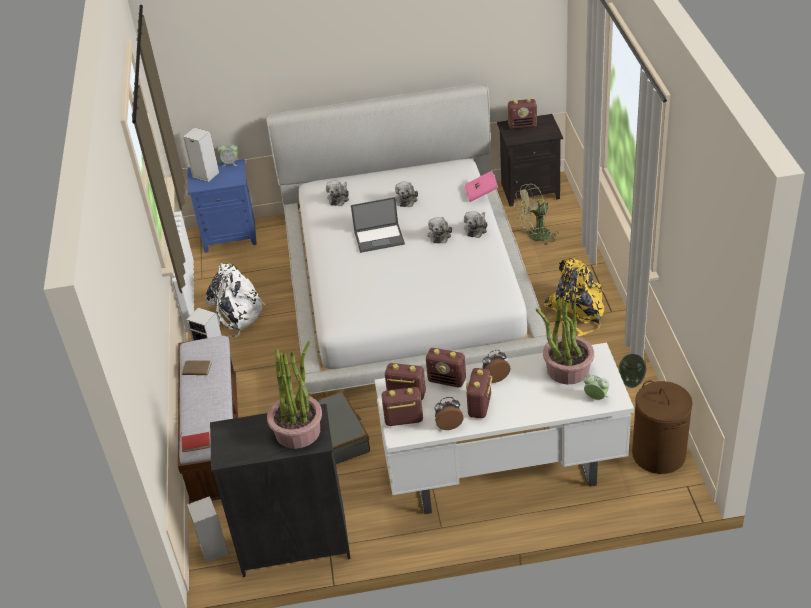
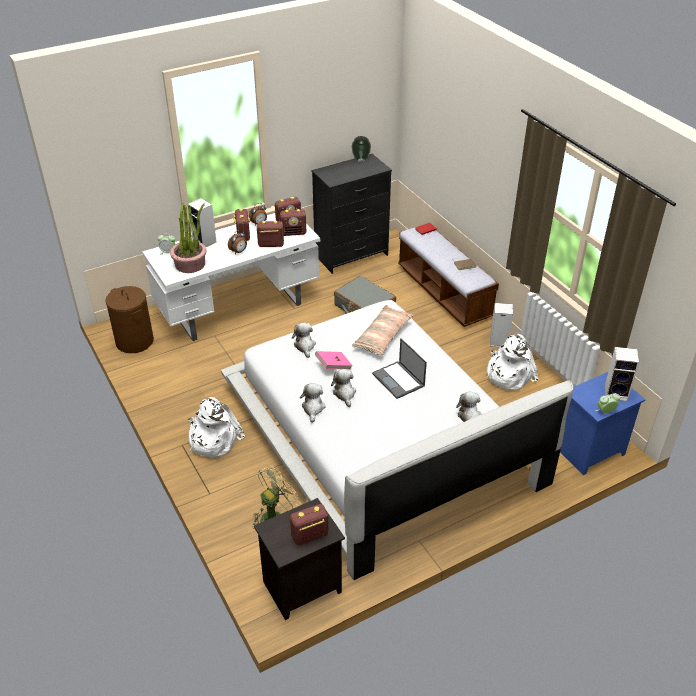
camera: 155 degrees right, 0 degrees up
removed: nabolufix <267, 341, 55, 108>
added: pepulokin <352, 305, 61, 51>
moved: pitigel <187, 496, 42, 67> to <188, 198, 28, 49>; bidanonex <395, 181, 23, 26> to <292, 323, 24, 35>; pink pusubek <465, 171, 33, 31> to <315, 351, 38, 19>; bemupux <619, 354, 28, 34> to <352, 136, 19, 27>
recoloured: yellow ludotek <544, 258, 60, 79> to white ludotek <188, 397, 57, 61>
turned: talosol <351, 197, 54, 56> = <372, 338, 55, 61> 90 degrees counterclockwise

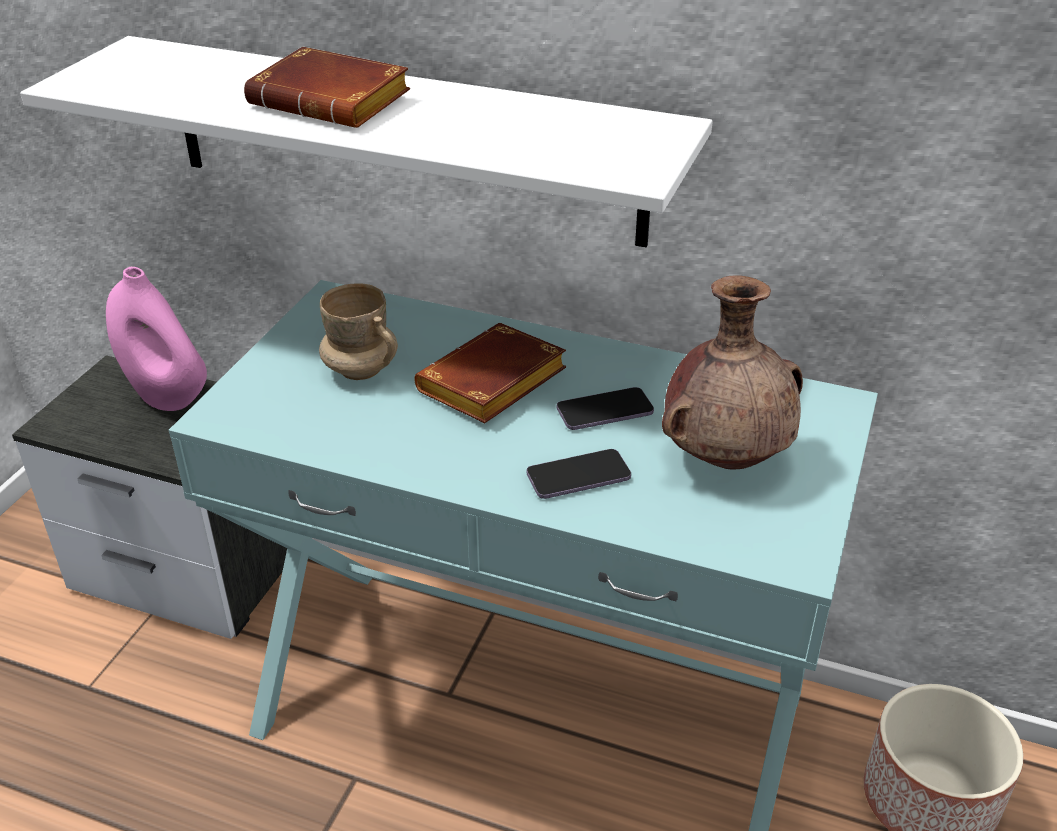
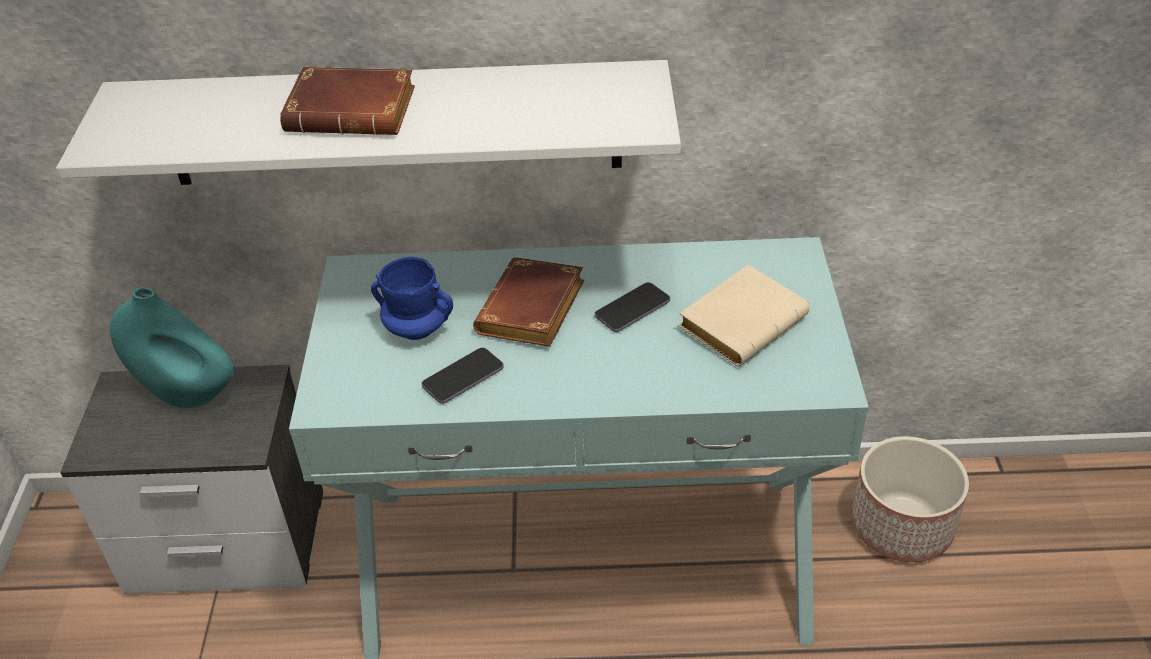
camera: 20 degrees left, 5 degrees up
moved: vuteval <527, 449, 104, 50> to <421, 347, 83, 57>
replaced: brown bemupux <662, 275, 141, 194> to beige pusubek <678, 264, 132, 103>
recoloured: pink bemupux <106, 267, 101, 144> to turquoise bemupux <110, 287, 124, 121>; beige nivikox <319, 283, 79, 97> to blue nivikox <371, 257, 82, 83>

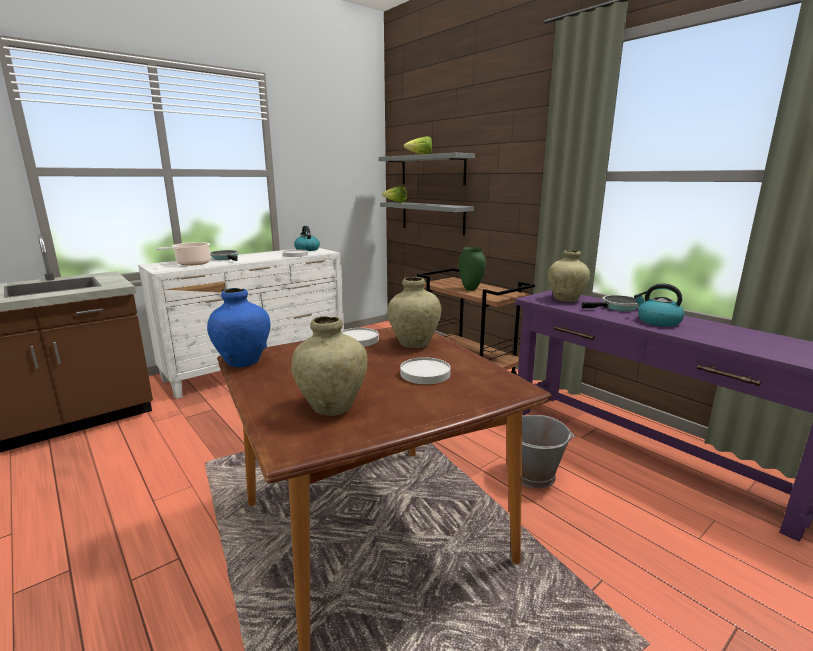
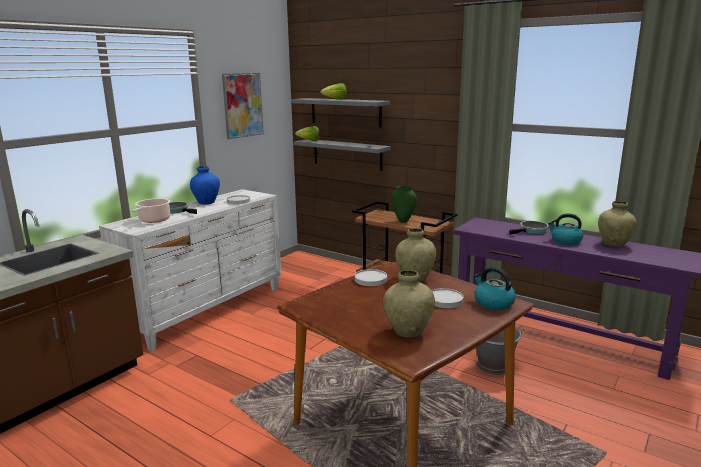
camera: 15 degrees left, 0 degrees up
added: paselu <222, 73, 42, 66>
moved: blue bemupux <207, 288, 63, 79> to <190, 166, 30, 38>; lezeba <294, 226, 26, 25> to <473, 267, 43, 43>; beige bemupux <548, 250, 42, 52> to <598, 201, 39, 46>

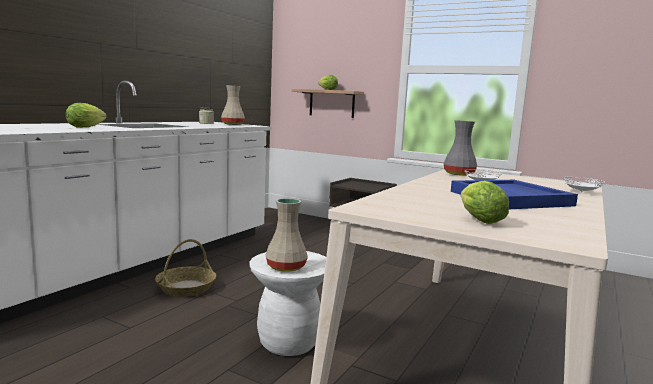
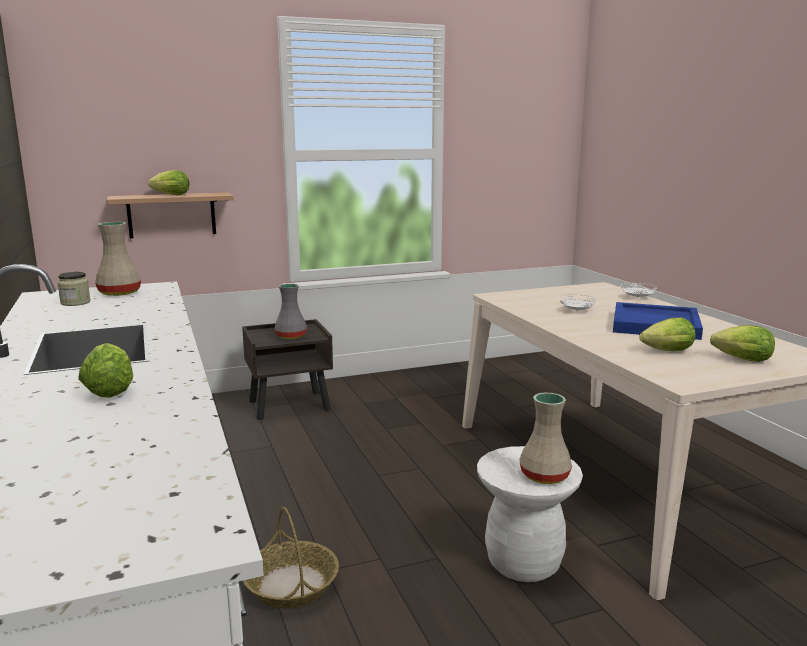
camera: 50 degrees left, 5 degrees up
added: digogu <639, 317, 57, 34>
moved: grey bemupux <444, 120, 33, 56> to <274, 284, 33, 55>

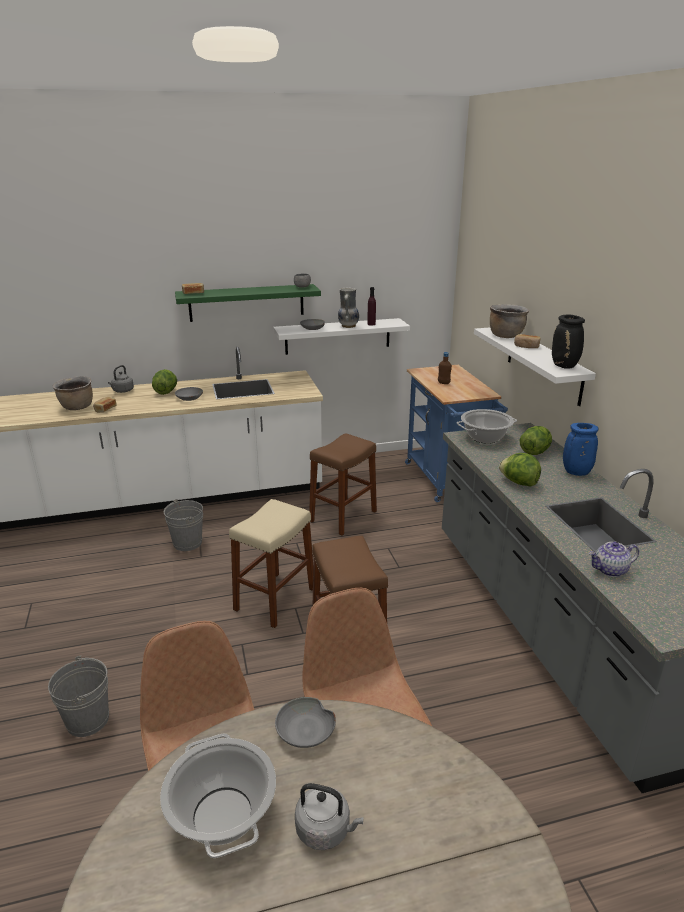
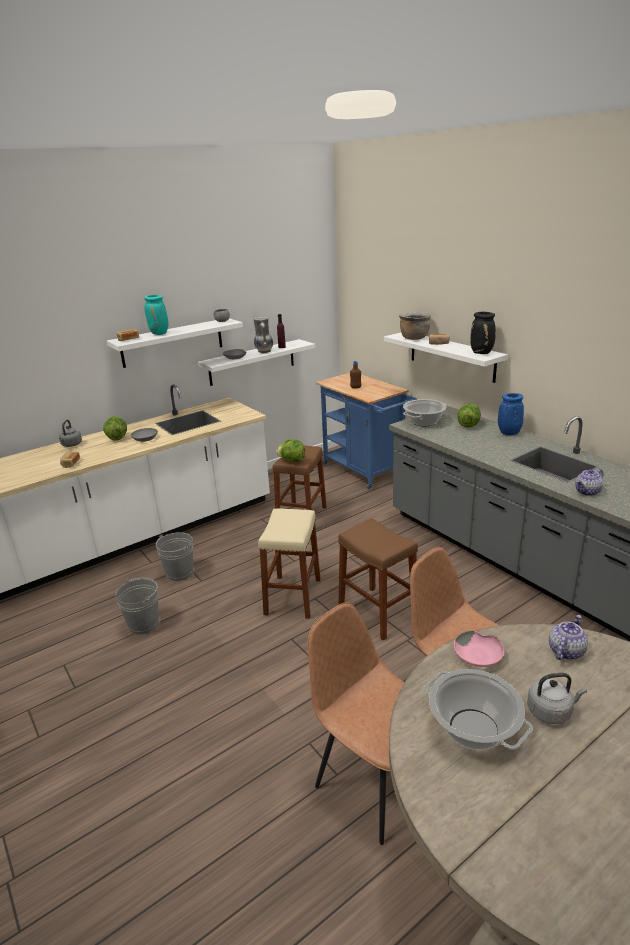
camera: 20 degrees left, 0 degrees up
removed: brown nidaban <53, 376, 40, 34>
added: turquoise bemupux <144, 295, 24, 40>; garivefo <549, 615, 39, 45>
moved: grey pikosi <48, 656, 61, 81> to <115, 578, 44, 57>; digogu <499, 453, 42, 34> to <276, 439, 29, 23>
recoloured: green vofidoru <175, 284, 146, 38> to white vofidoru <107, 318, 136, 50>; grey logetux <275, 697, 61, 51> to pink logetux <454, 630, 50, 37>

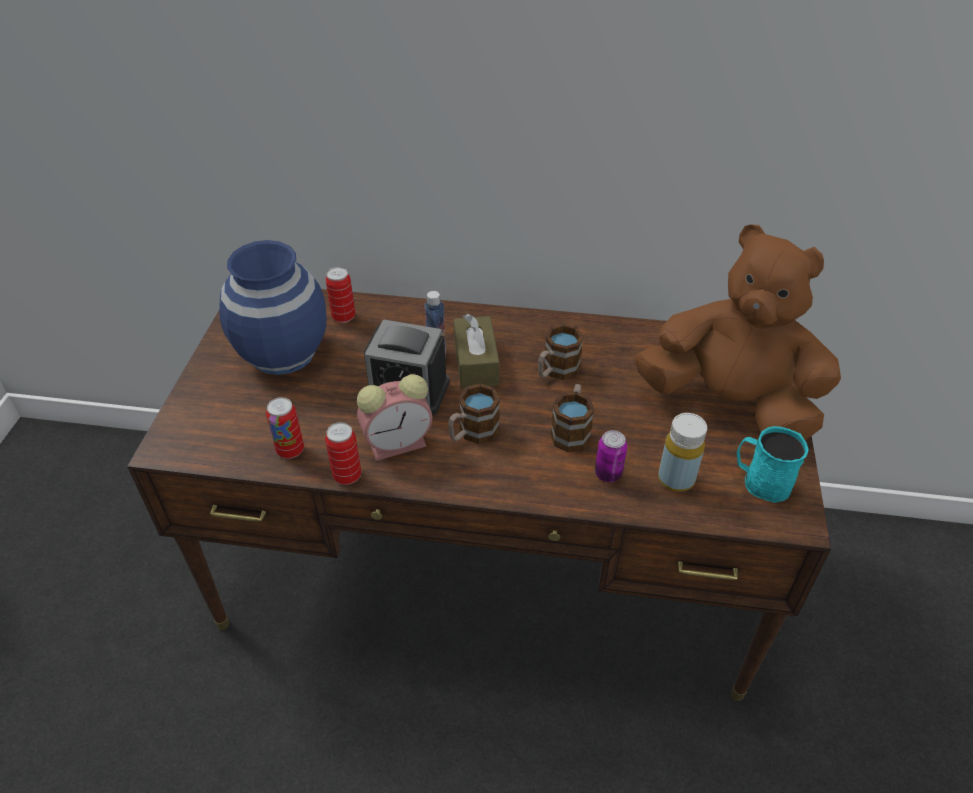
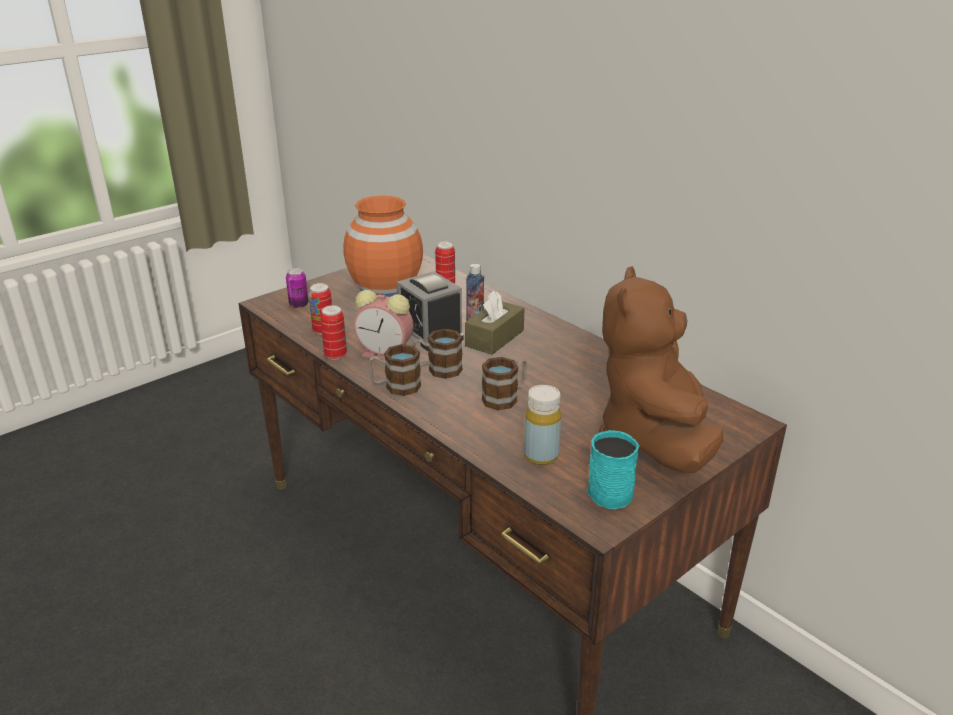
camera: 40 degrees right, 15 degrees down
moved: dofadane <595, 430, 32, 52> to <286, 268, 23, 40>; nivikox <538, 324, 46, 56> to <368, 344, 53, 52>
recoloured: blue bemupux <219, 240, 108, 135> to orange bemupux <343, 195, 80, 102>
turned: brown bidanonex <635, 225, 206, 215> = <599, 266, 124, 207> 150 degrees counterclockwise

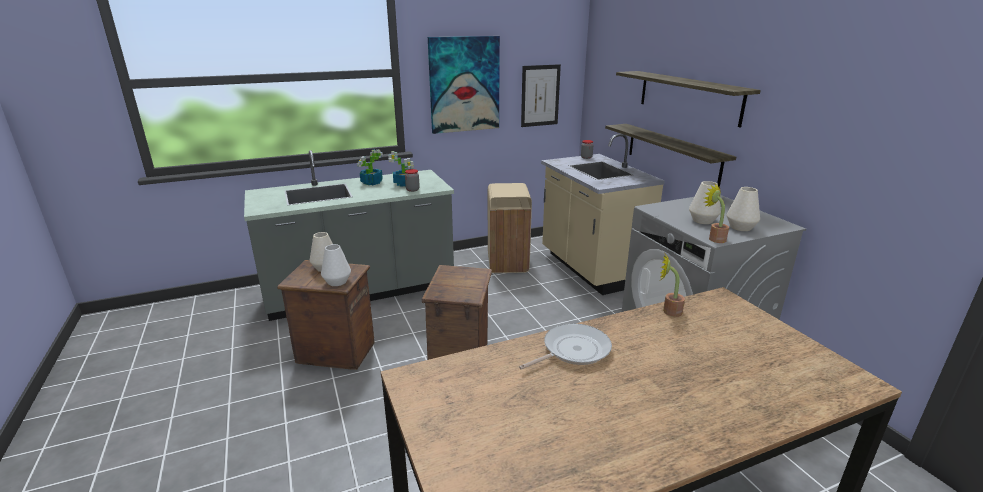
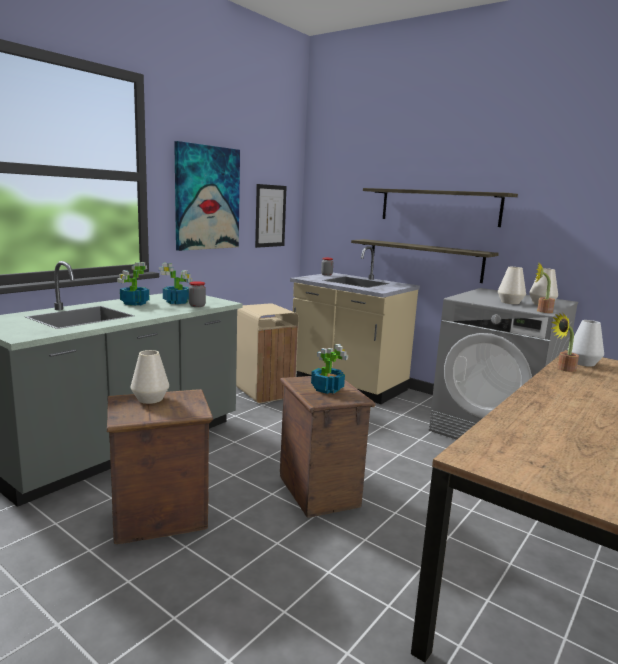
camera: 30 degrees left, 10 degrees down
removed: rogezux <519, 323, 93, 46>
added: nabolufix <311, 344, 37, 50>
moved: white bemupux <321, 244, 30, 42> to <568, 320, 36, 47>

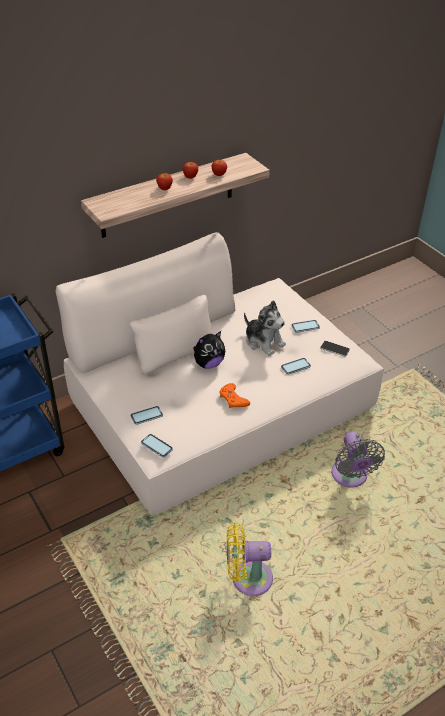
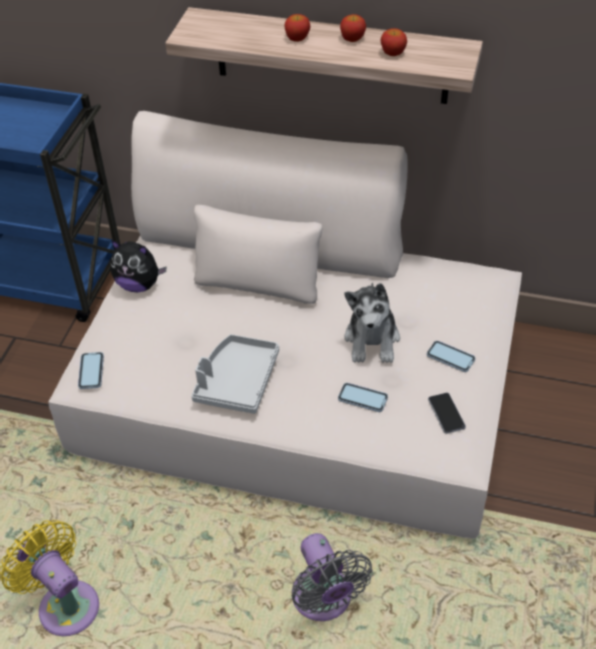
camera: 50 degrees right, 5 degrees up
removed: vuteval <131, 406, 32, 19>
moved: bidanonex <193, 331, 32, 38> to <110, 240, 56, 52>
replaced: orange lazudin <219, 383, 31, 25> to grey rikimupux <191, 334, 88, 80>
turned: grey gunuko <331, 431, 54, 57> = <291, 533, 82, 88> 60 degrees counterclockwise

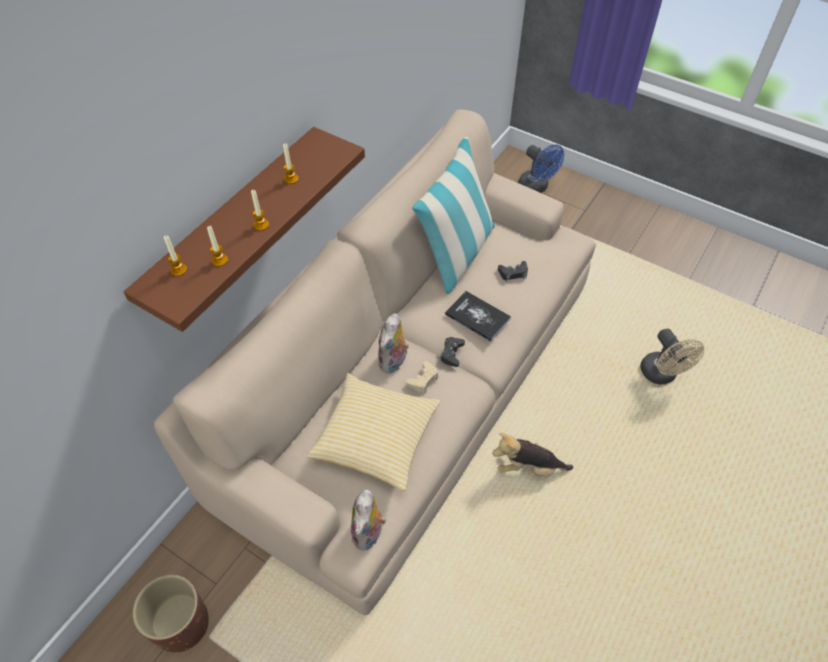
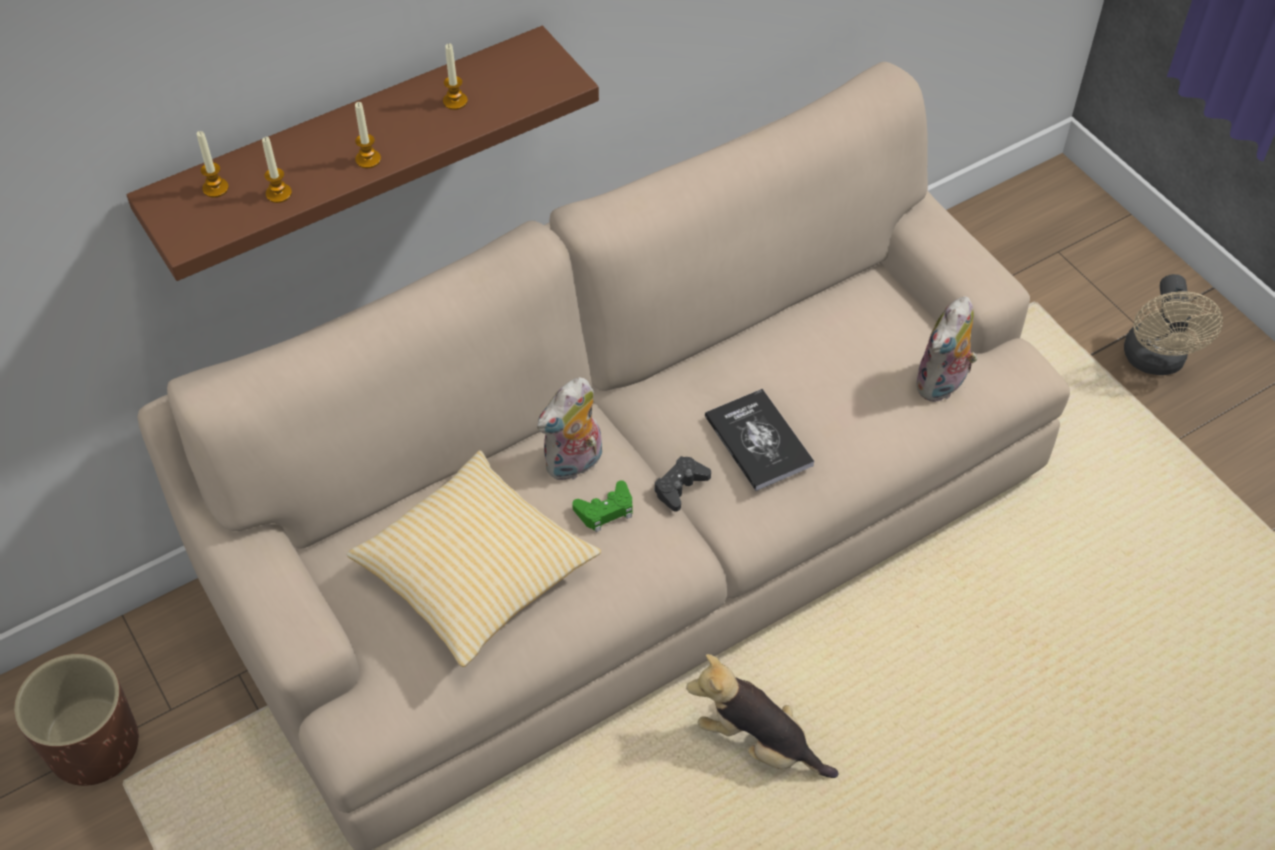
camera: 25 degrees right, 0 degrees up
removed: pepulokin <412, 137, 83, 157>; black lazudin <498, 261, 30, 21>; blue gunuko <519, 144, 45, 49>
moved: bidanonex <351, 490, 35, 61> to <916, 296, 61, 106>; beige gunuko <640, 329, 64, 55> to <1124, 274, 99, 101>
recoloured: beige lazudin <406, 361, 32, 32> to green lazudin <572, 480, 60, 52>

